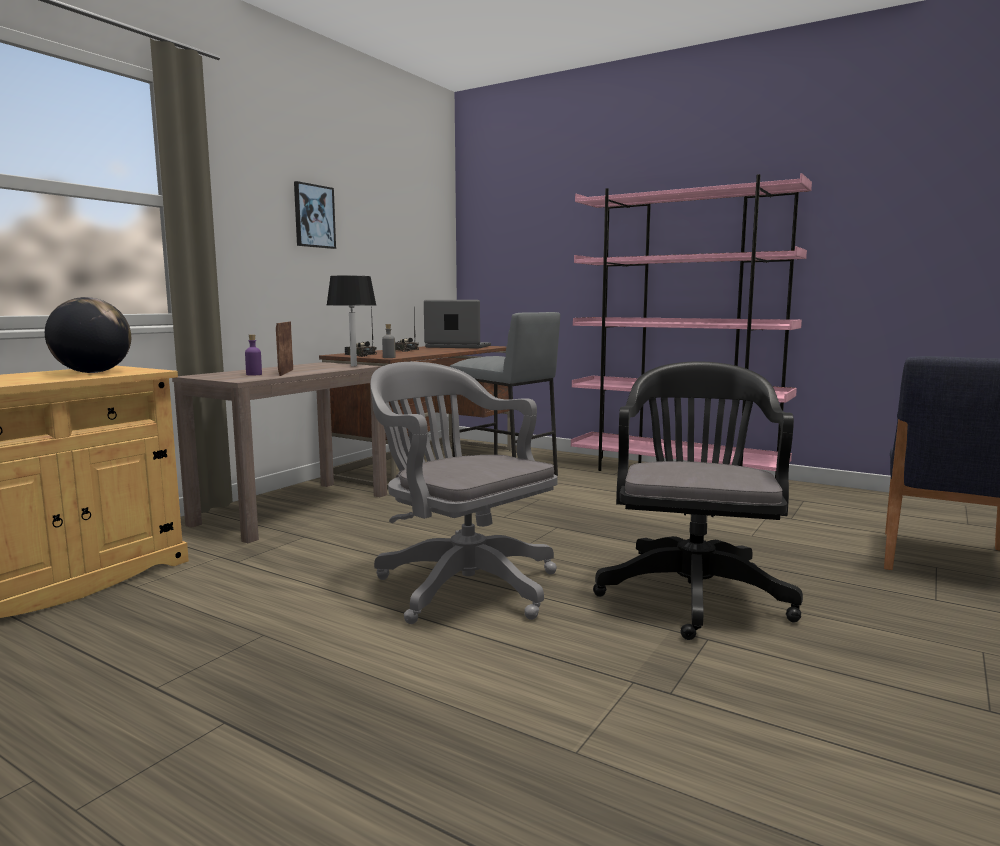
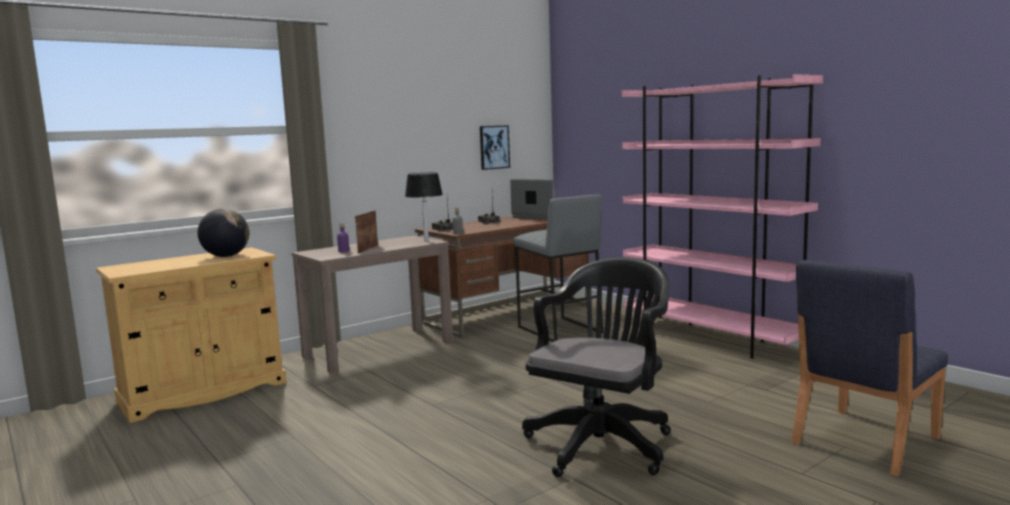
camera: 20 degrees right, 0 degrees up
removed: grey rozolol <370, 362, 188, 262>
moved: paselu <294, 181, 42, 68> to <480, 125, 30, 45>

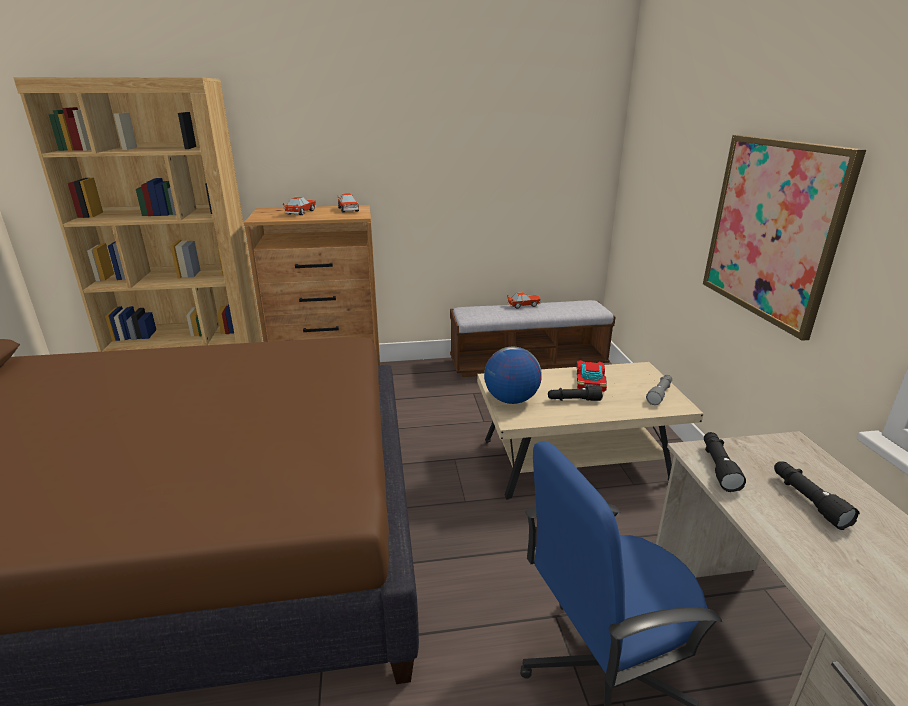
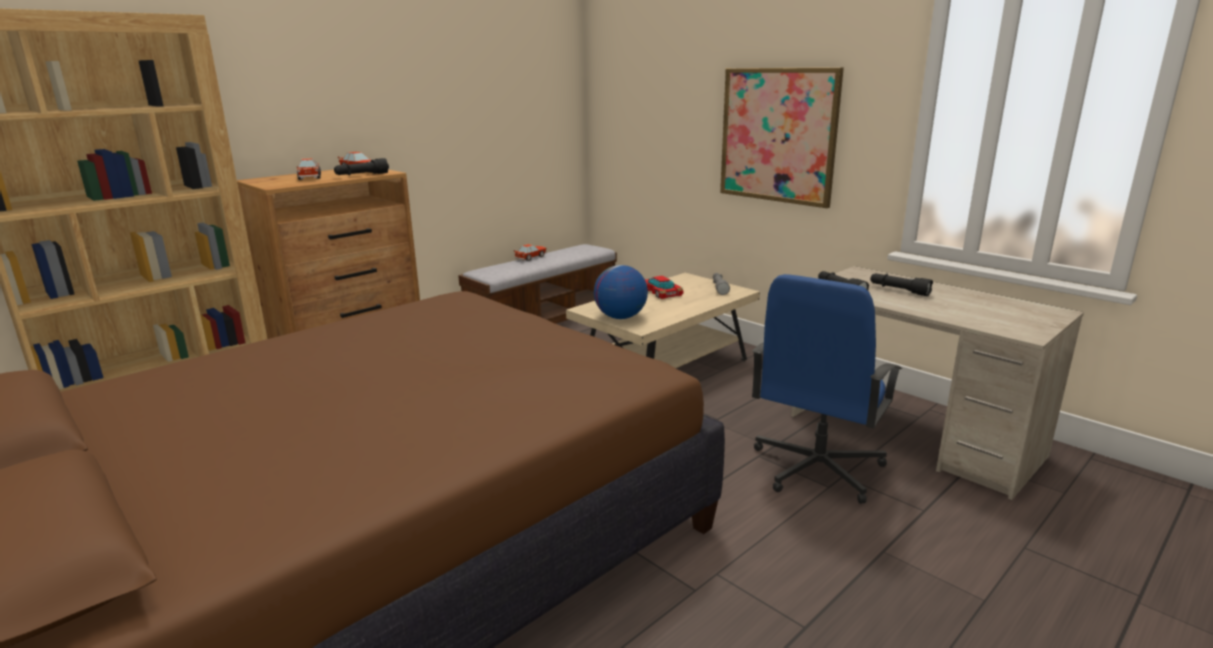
camera: 35 degrees left, 5 degrees down
moved: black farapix <548, 385, 55, 16> to <334, 158, 55, 17>

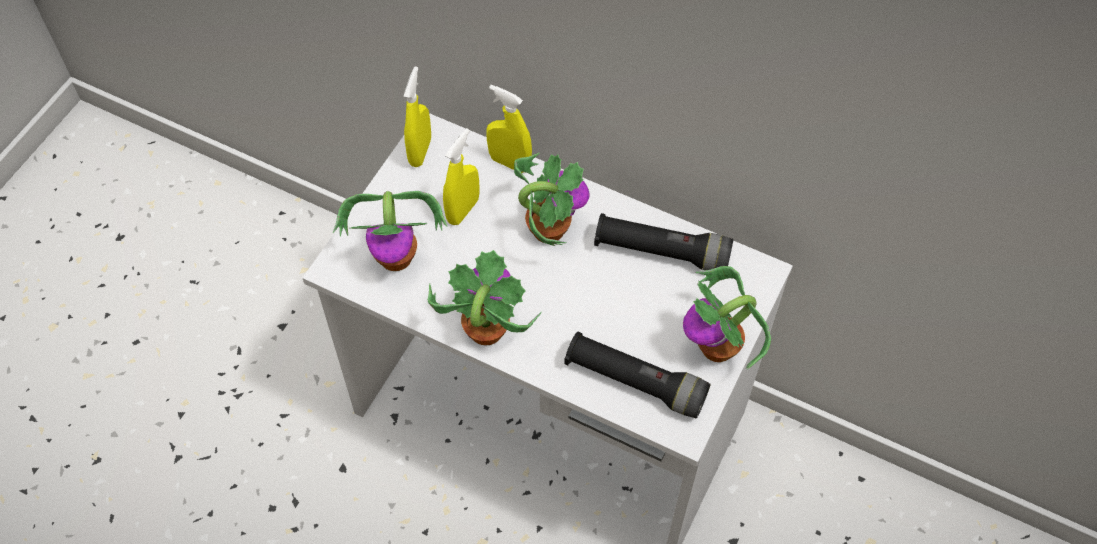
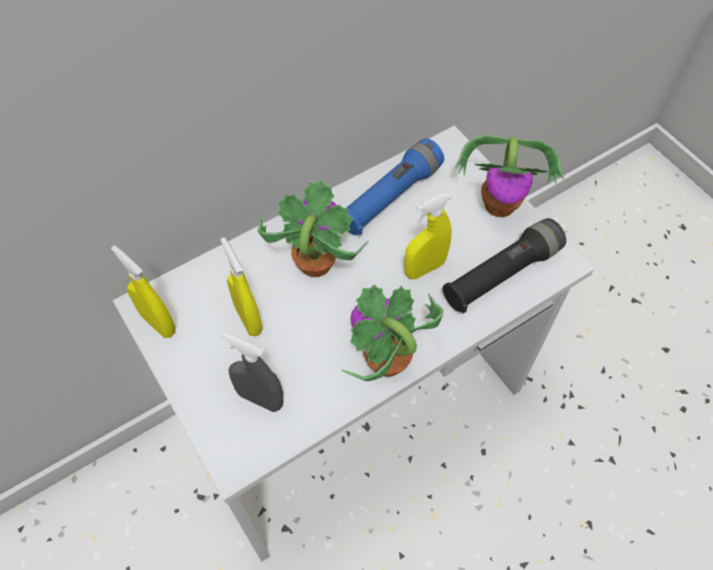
camera: 60 degrees left, 0 degrees up
moved: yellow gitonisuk <486, 84, 46, 89> to <404, 193, 48, 86>
replaced: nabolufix <333, 191, 114, 80> to grey gitonisuk <222, 332, 61, 80>
recoloured: black farapix <594, 213, 140, 58> to blue farapix <346, 138, 98, 98>

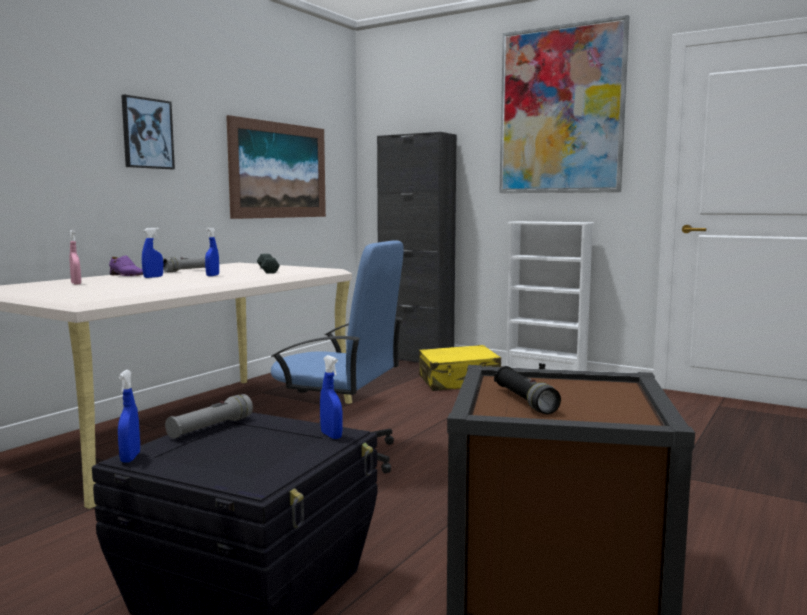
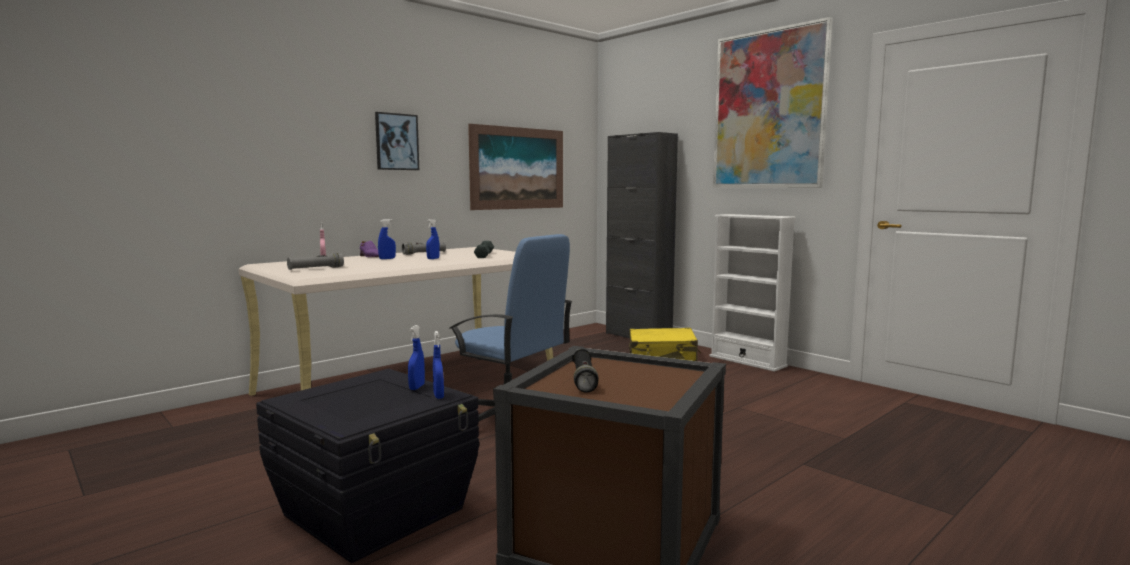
camera: 15 degrees right, 0 degrees up
moved: grey farapix <165, 394, 88, 45> to <287, 253, 57, 17>; blue gitonisuk <118, 370, 22, 93> to <408, 325, 17, 65>

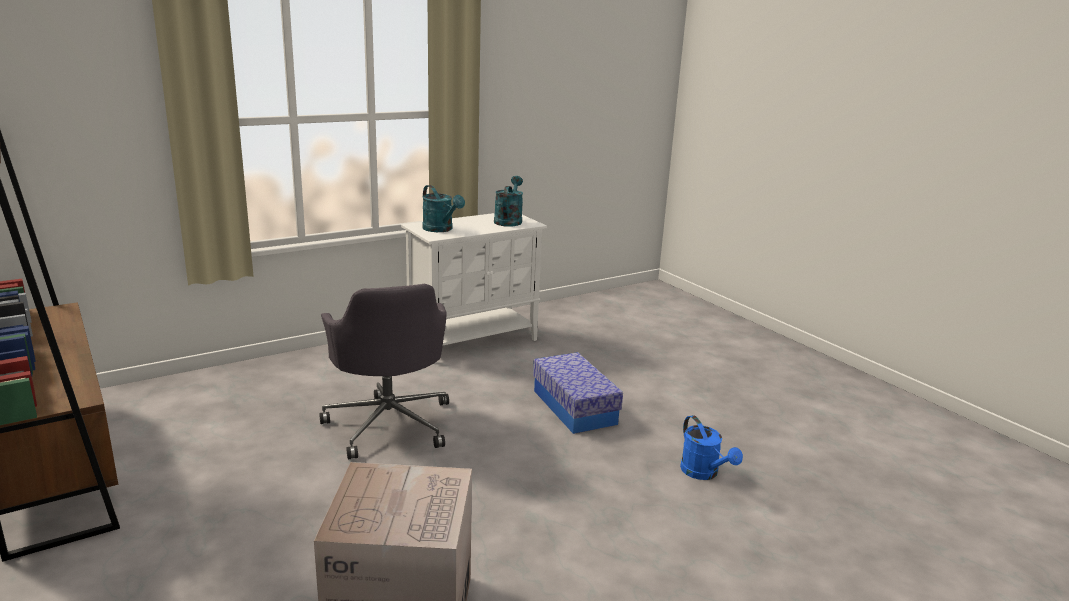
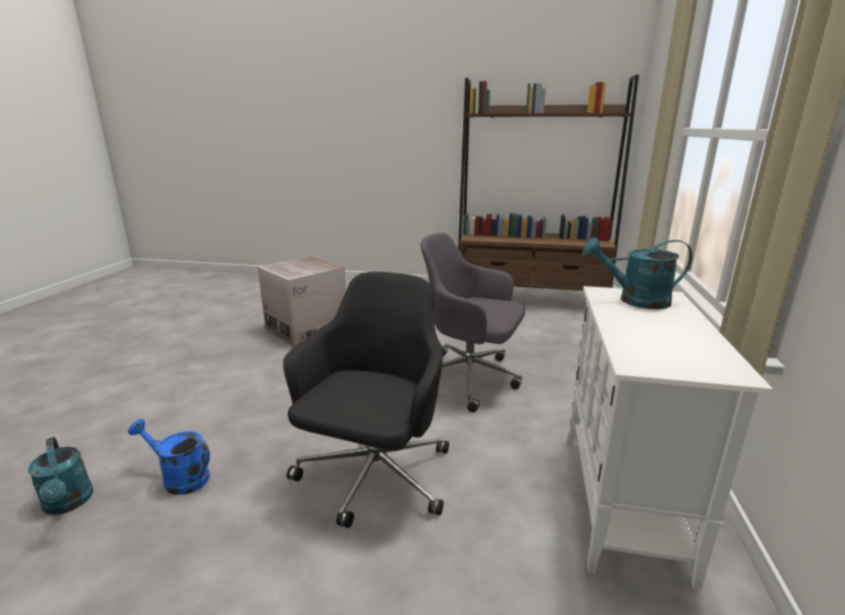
camera: 135 degrees right, 0 degrees up
moved: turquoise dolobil <494, 176, 29, 51> to <28, 437, 65, 78>
replaced: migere <533, 352, 90, 82> to black rozolol <283, 272, 166, 256>

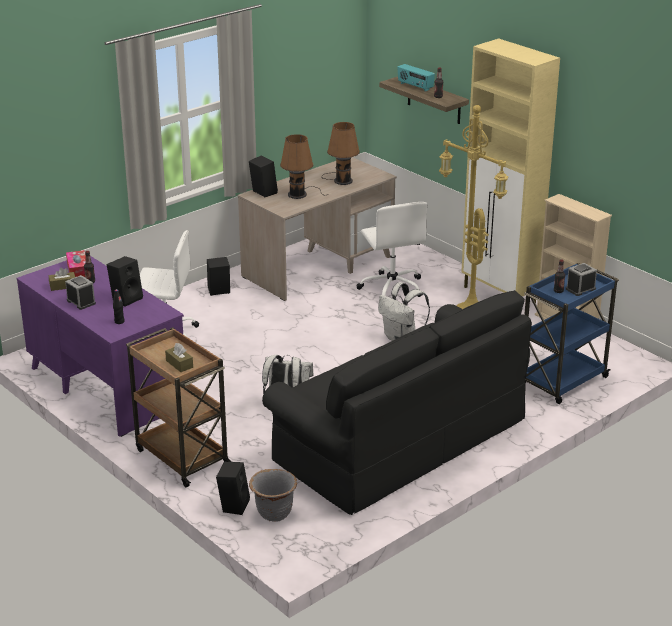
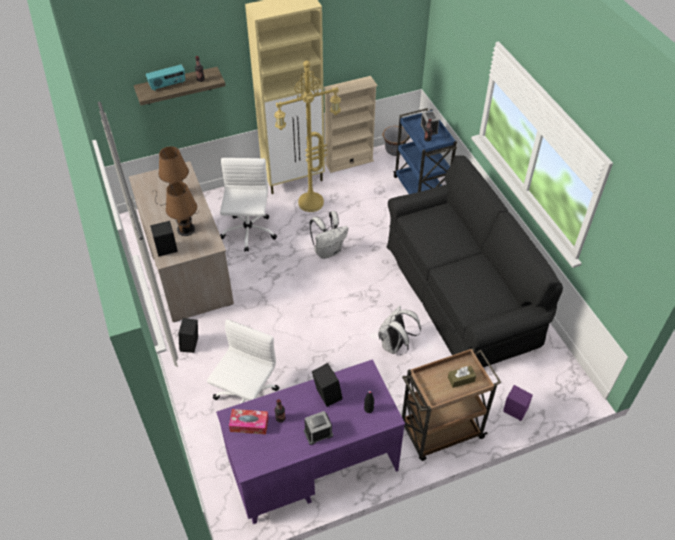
camera: 70 degrees left, 20 degrees up
removed: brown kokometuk <49, 267, 26, 24>
moved: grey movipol <249, 469, 48, 53> to <382, 126, 27, 30>
recoloured: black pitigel <216, 462, 34, 53> to purple pitigel <503, 385, 30, 36>
turned: white rozolol <356, 202, 71, 95> = <220, 158, 57, 94> 90 degrees counterclockwise

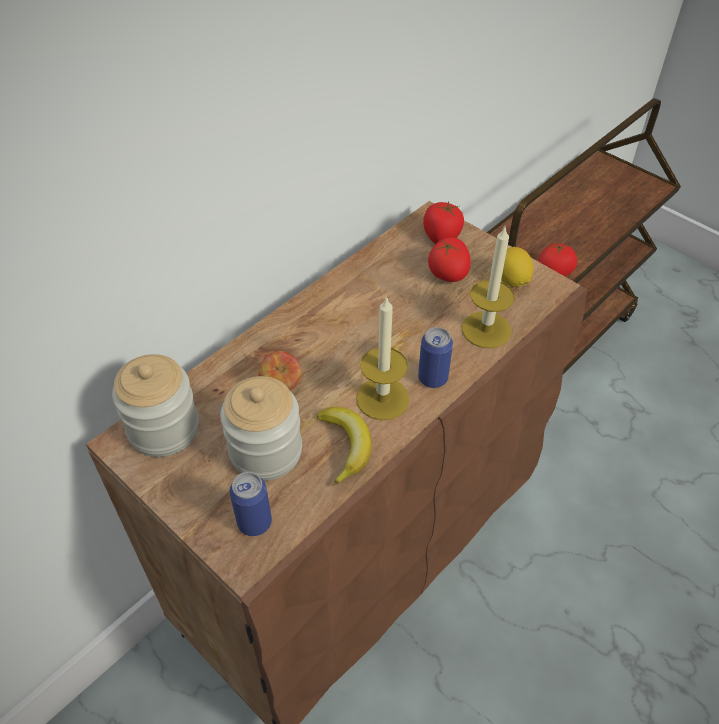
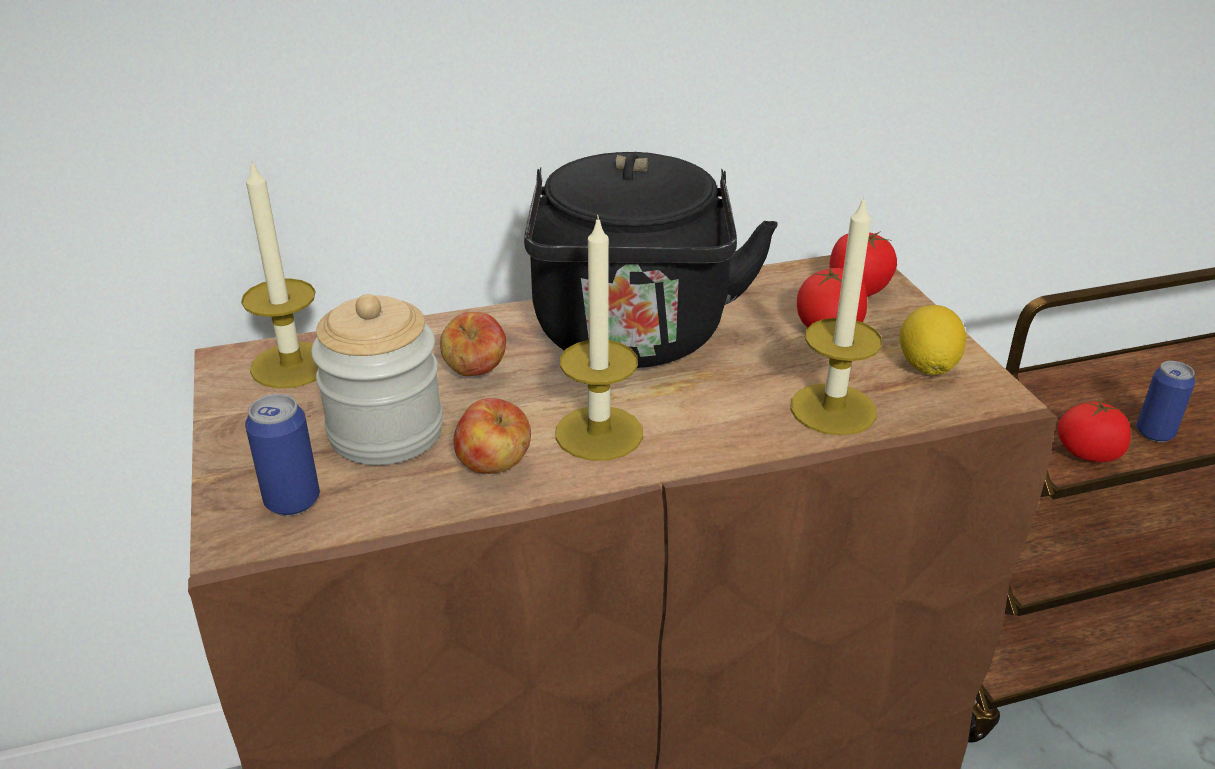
camera: 30 degrees right, 15 degrees down
added: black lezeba <524, 152, 254, 216>
moved: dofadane <418, 327, 35, 61> to <1137, 361, 58, 81>
replaced: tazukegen <112, 354, 87, 103> to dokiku <241, 159, 78, 230>; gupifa <316, 407, 56, 79> to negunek <454, 398, 77, 76>

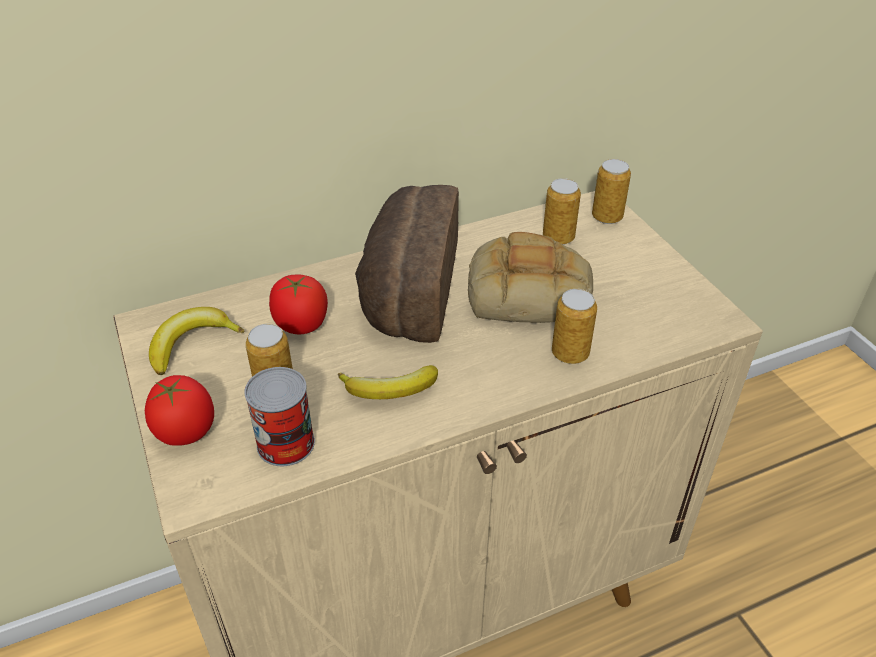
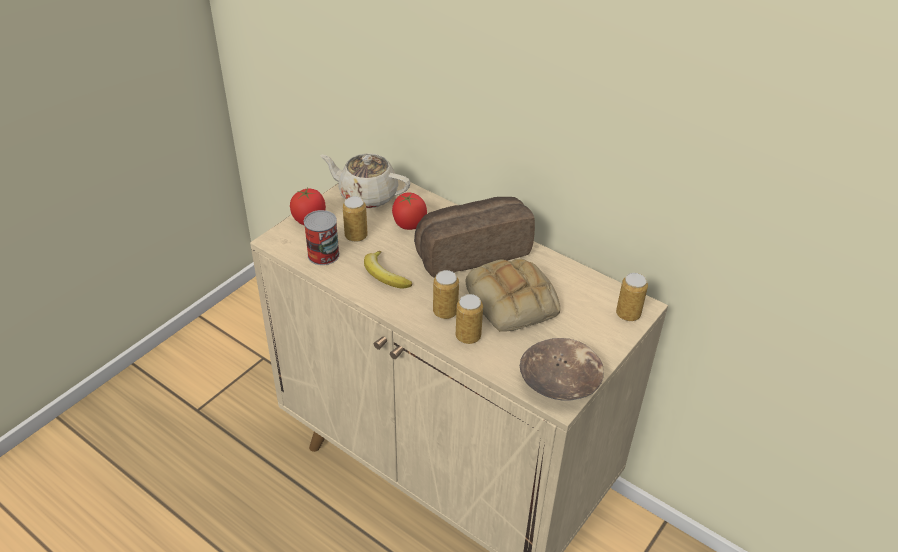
camera: 60 degrees right, 0 degrees up
added: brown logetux <520, 338, 84, 62>
moved: dofadane <543, 178, 38, 67> to <433, 270, 26, 49>
replaced: gupifa <149, 307, 95, 68> to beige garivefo <320, 153, 91, 55>

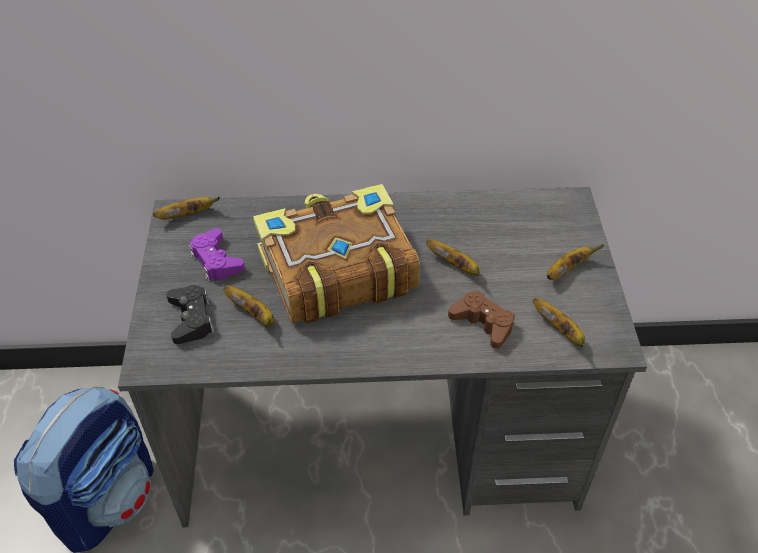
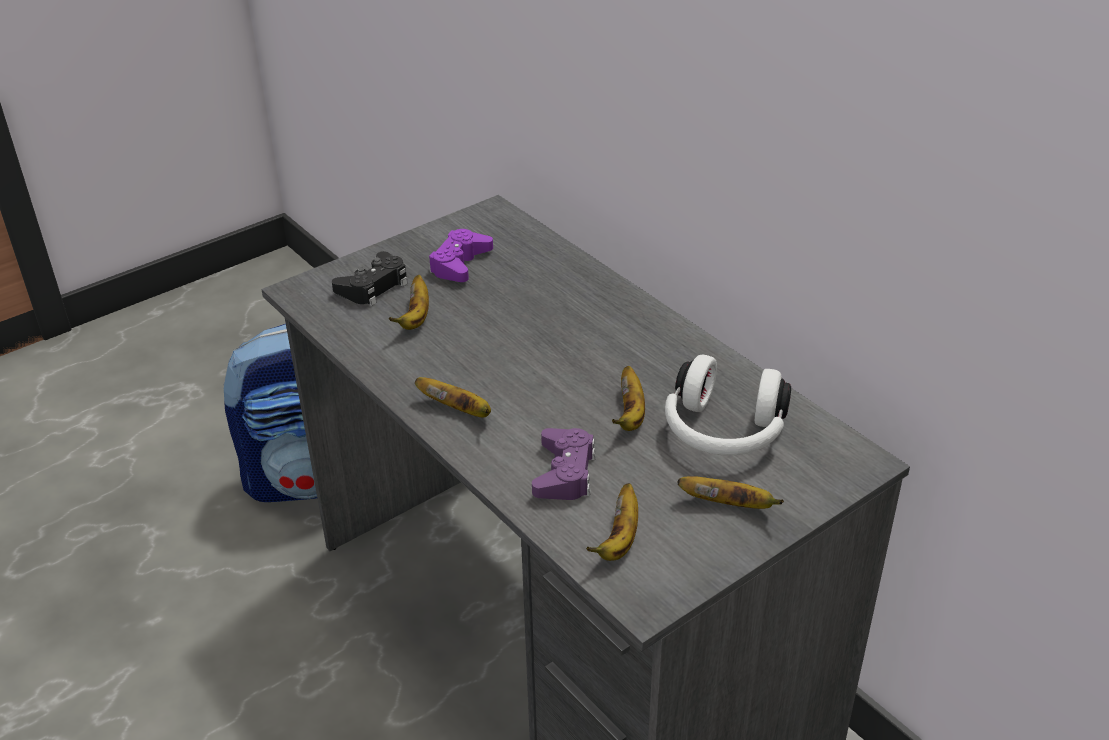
camera: 55 degrees right, 10 degrees down
removed: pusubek <253, 184, 167, 140>
added: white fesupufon <665, 355, 126, 101>
moved: gupifa <153, 197, 67, 22> to <415, 377, 76, 40>
recoloured: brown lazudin <448, 290, 67, 59> to purple lazudin <532, 428, 64, 72>

